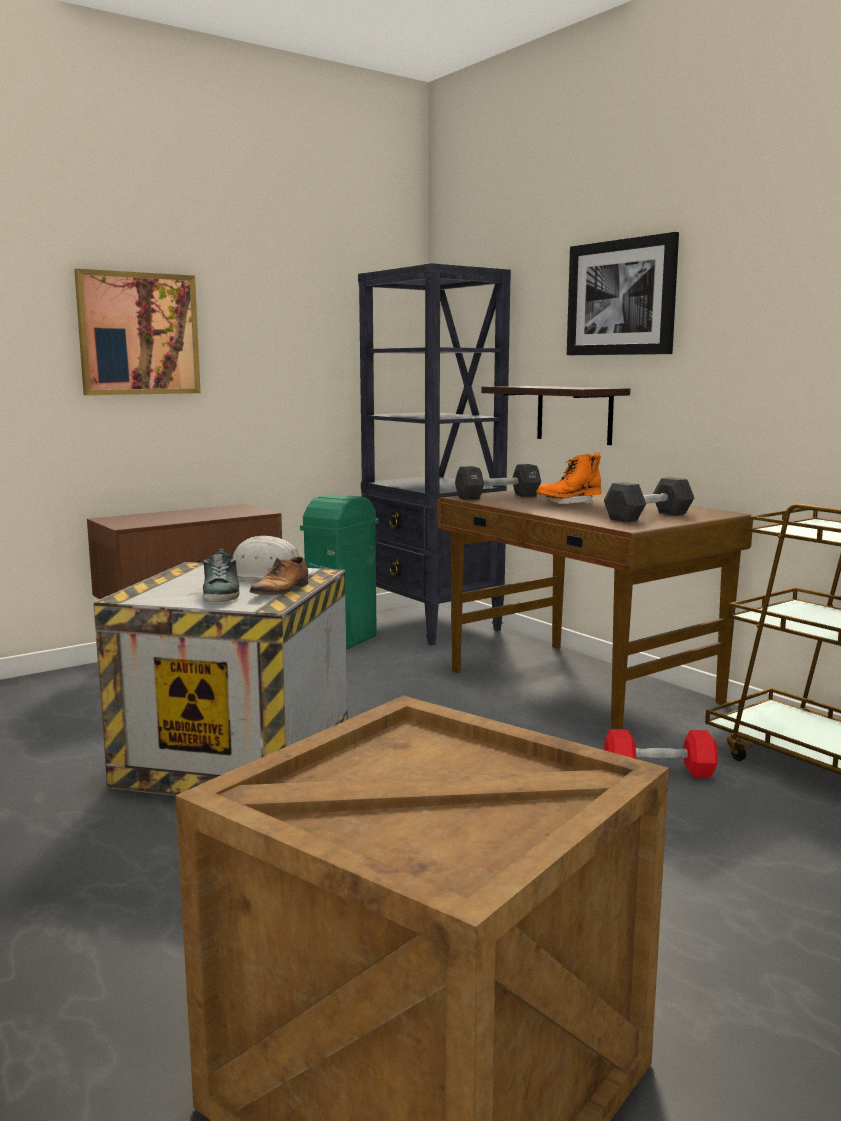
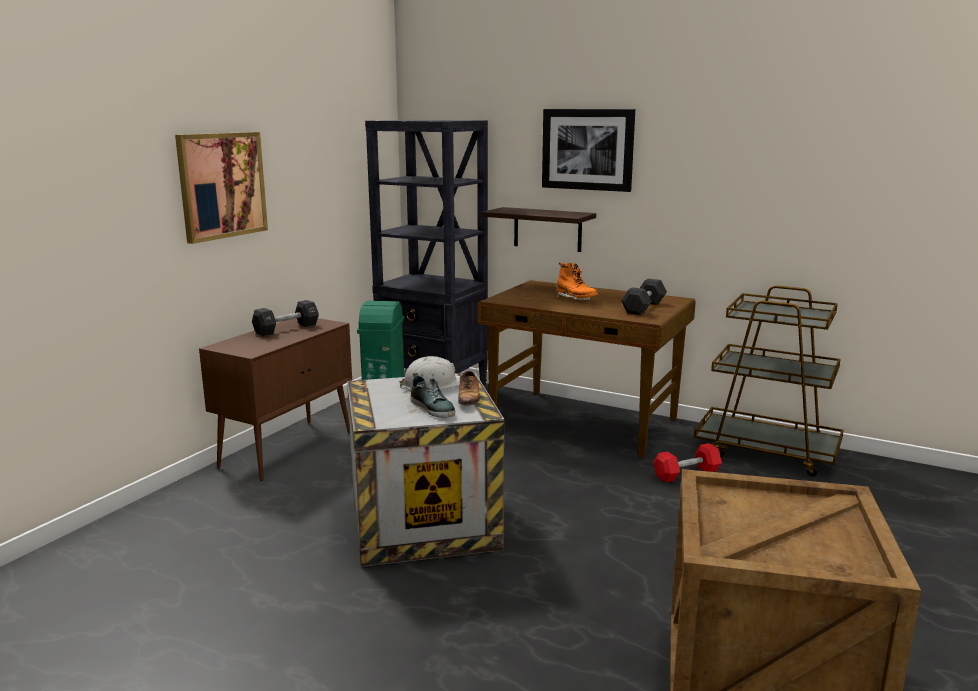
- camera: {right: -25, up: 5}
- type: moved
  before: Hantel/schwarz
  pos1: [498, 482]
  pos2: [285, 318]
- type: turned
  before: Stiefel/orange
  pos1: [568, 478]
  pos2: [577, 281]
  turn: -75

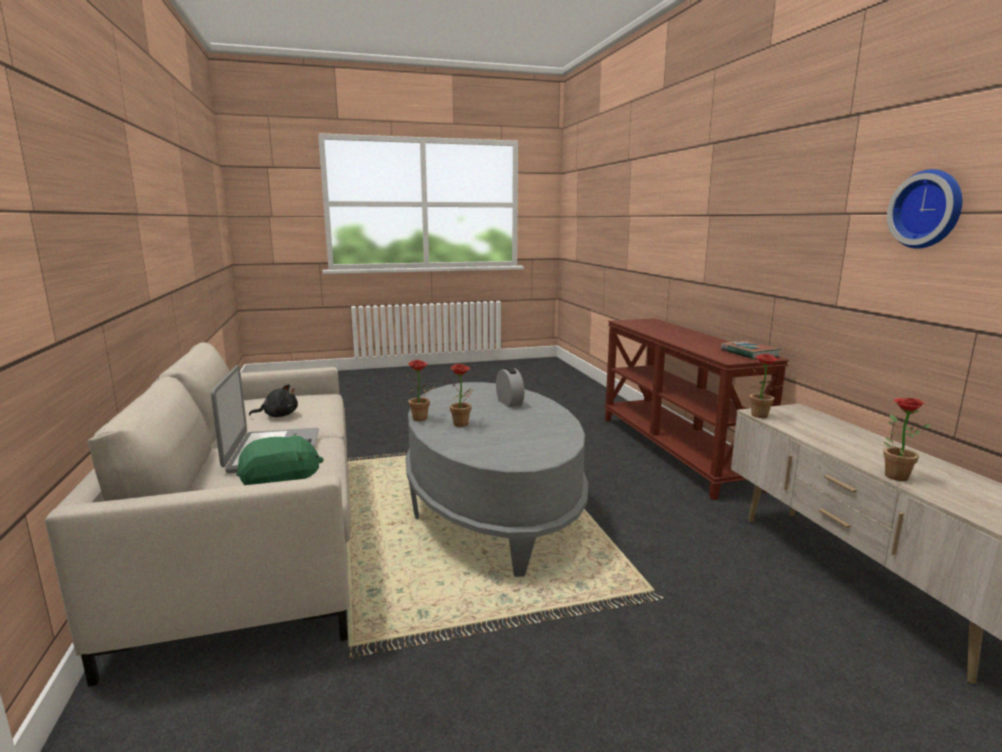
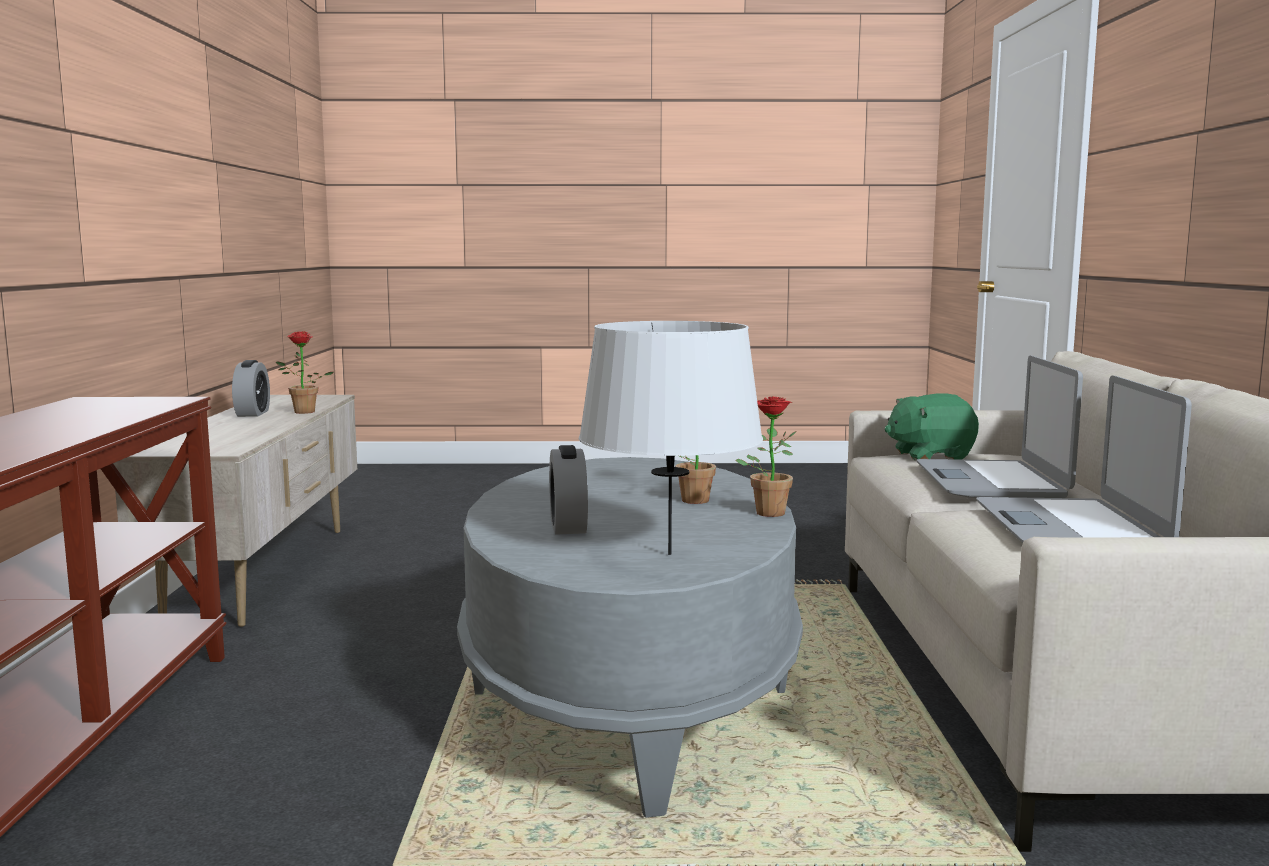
- camera: {right: -165, up: -5}
- type: replaced
  before: Plüschtier/schwarz
  after: Laptop
  pos1: [273, 400]
  pos2: [1084, 459]
- type: removed
  before: Buch
  pos1: [750, 350]
- type: removed
  before: Topfpflanze
  pos1: [766, 386]
- type: removed
  before: Wanduhr
  pos1: [924, 209]
- type: added
  after: Wecker
  pos2: [251, 388]
- type: added
  after: Tischlampe/grau
  pos2: [671, 438]

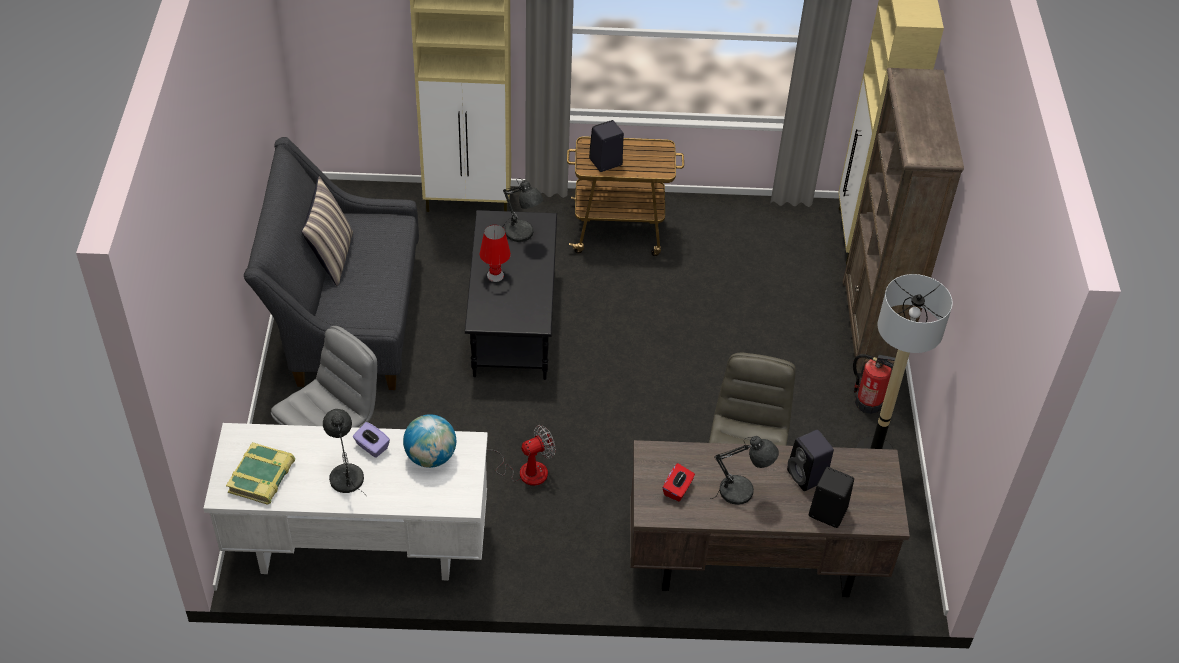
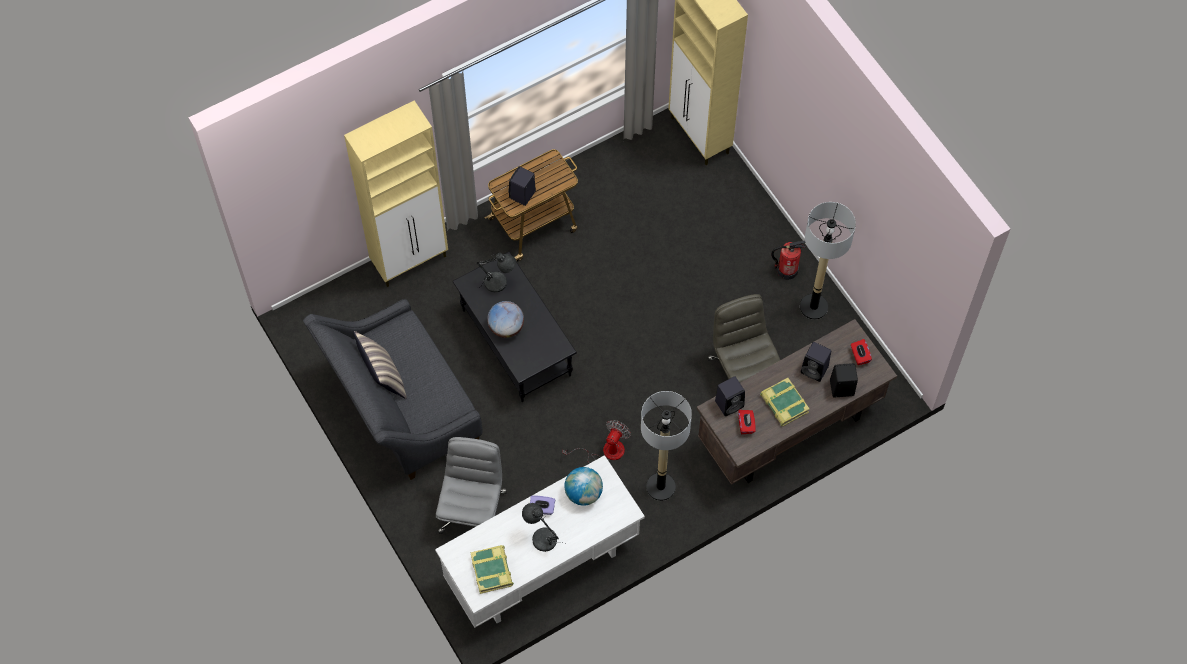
- camera: {right: -30, up: 15}
- type: replaced
  before: Tischlampe/rot
  after: Globus
  pos1: [495, 253]
  pos2: [505, 319]
- type: replaced
  before: Tischlampe/grau
  after: Buch
  pos1: [745, 470]
  pos2: [784, 402]
- type: removed
  before: Bücherregal/braun
  pos1: [903, 220]
- type: added
  after: Stehlampe
  pos2: [666, 446]
- type: added
  after: Lautsprecher/schwarz
  pos2: [730, 396]
- type: added
  after: Taschentuchbox/rot
  pos2: [861, 352]

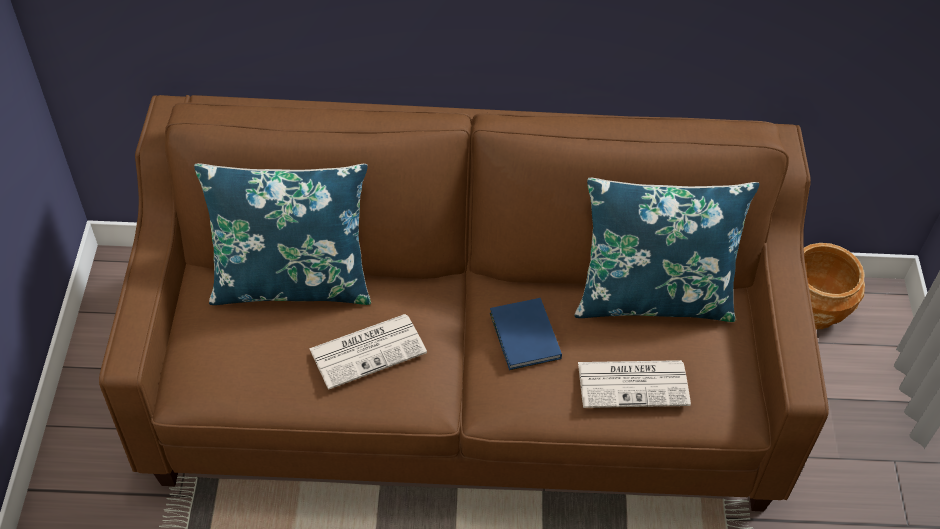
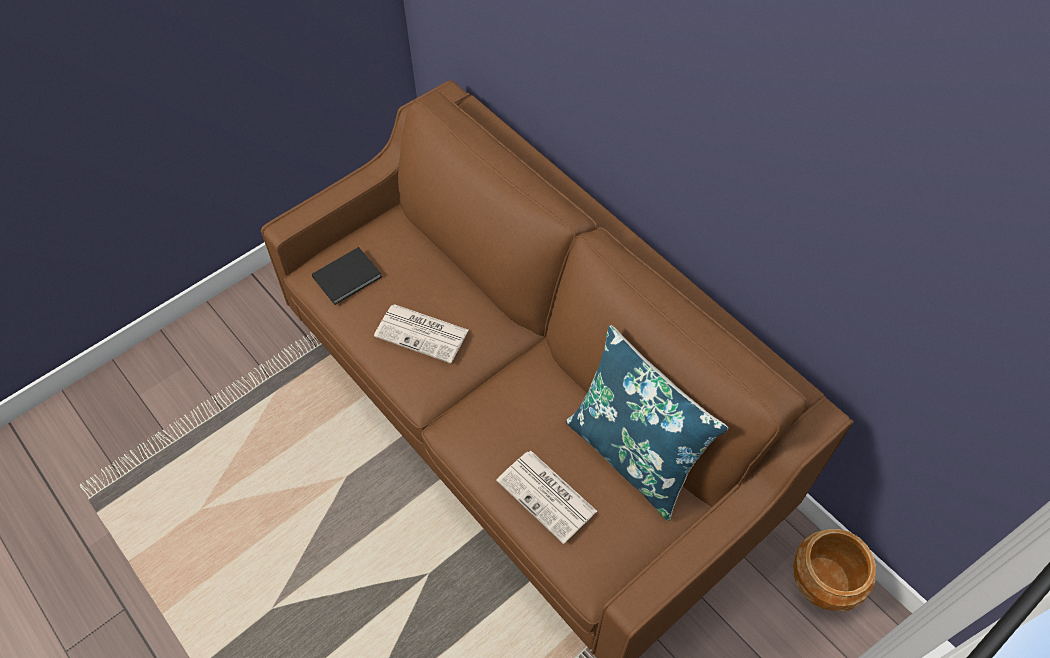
- camera: {right: 50, up: 5}
- type: removed
  before: Kissen/blau
  pos1: [282, 234]
- type: removed
  before: Buch/blau
  pos1: [526, 334]
- type: added
  after: Buch/schwarz
  pos2: [347, 276]

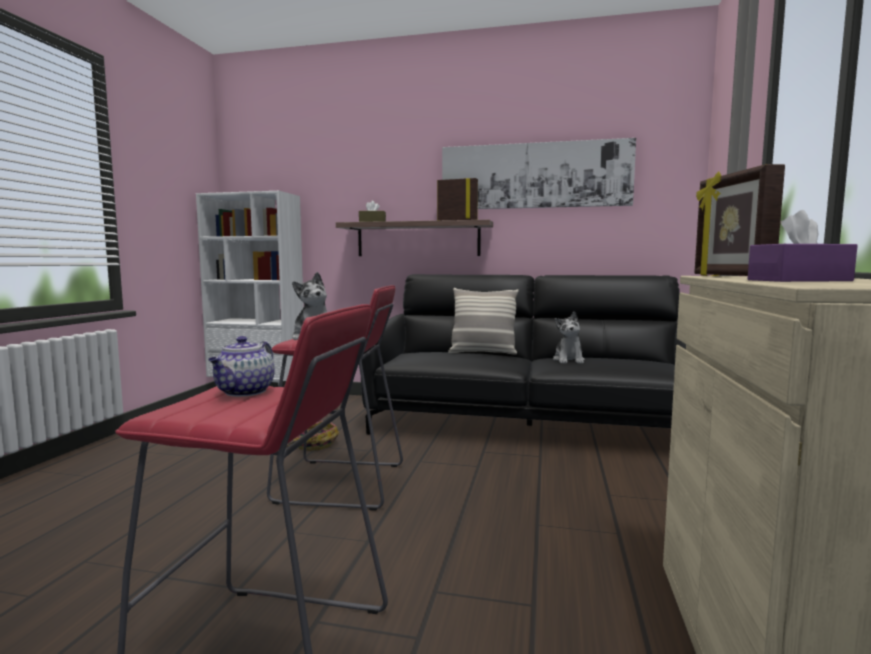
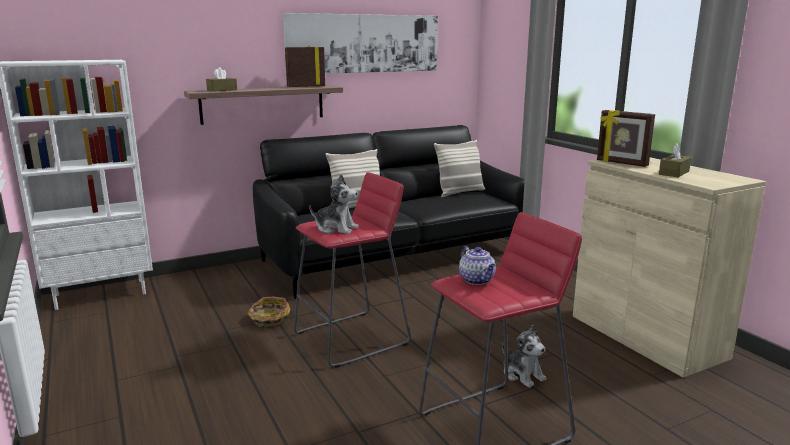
- camera: {right: -40, up: 10}
- type: moved
  before: Plüschtier
  pos1: [569, 337]
  pos2: [524, 356]
- type: recoloured
  before: Taschentuchbox/lila
  after: Taschentuchbox/braun
  pos1: [803, 246]
  pos2: [675, 160]
- type: added
  after: Kissen
  pos2: [459, 168]

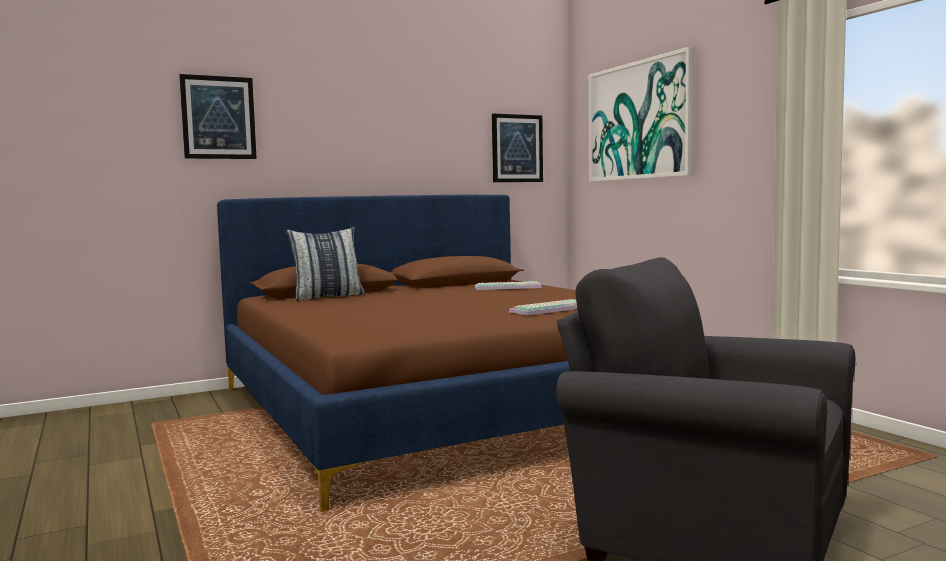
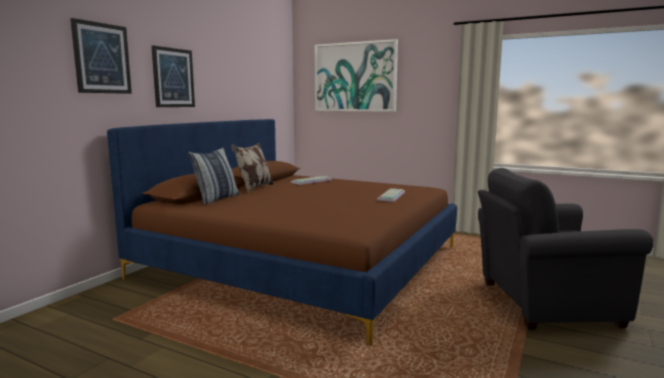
- camera: {right: -35, up: 5}
- type: moved
  before: Bild
  pos1: [517, 148]
  pos2: [173, 76]
- type: added
  after: Kissen
  pos2: [252, 167]

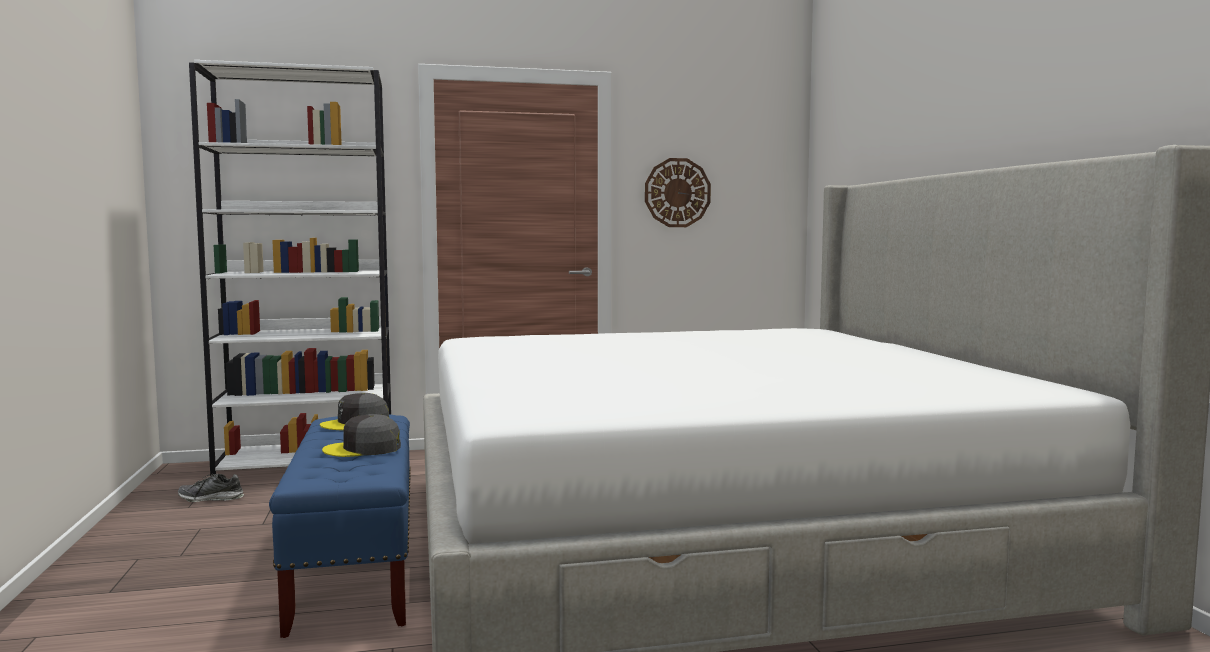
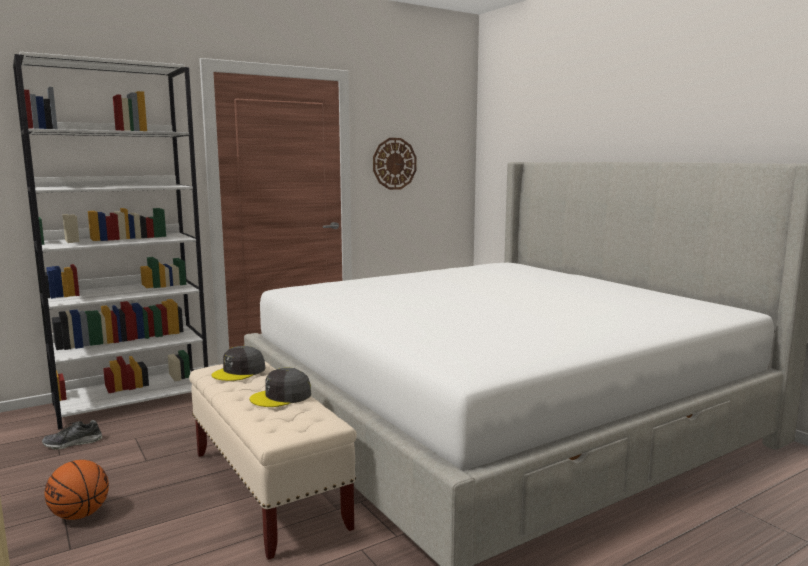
- camera: {right: -20, up: 5}
- type: recoloured
  before: Bank/blau
  after: Bank/beige
  pos1: [340, 526]
  pos2: [273, 460]
- type: added
  after: Basketball
  pos2: [77, 490]

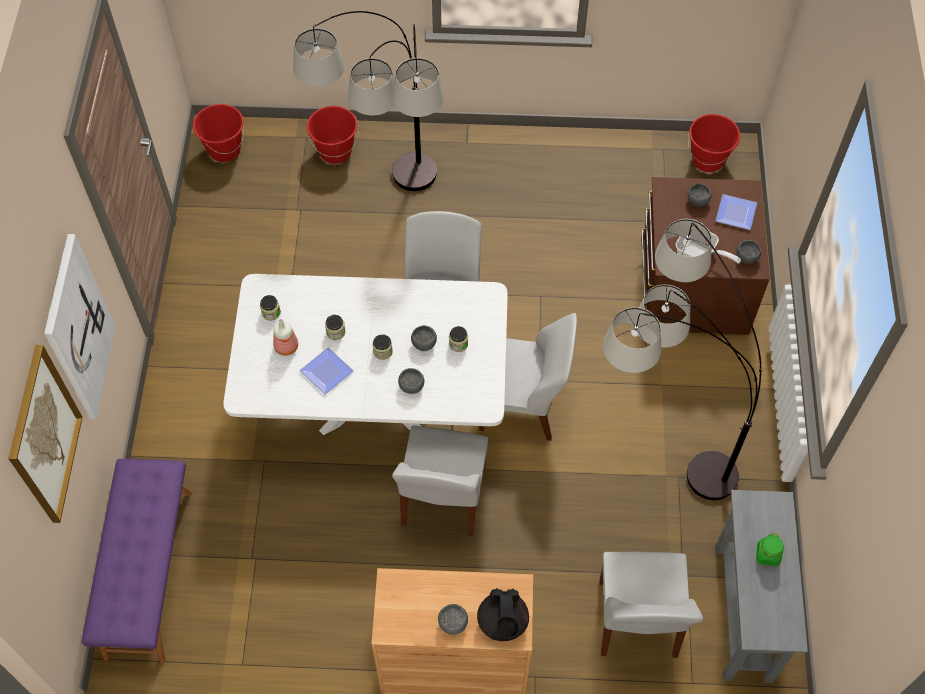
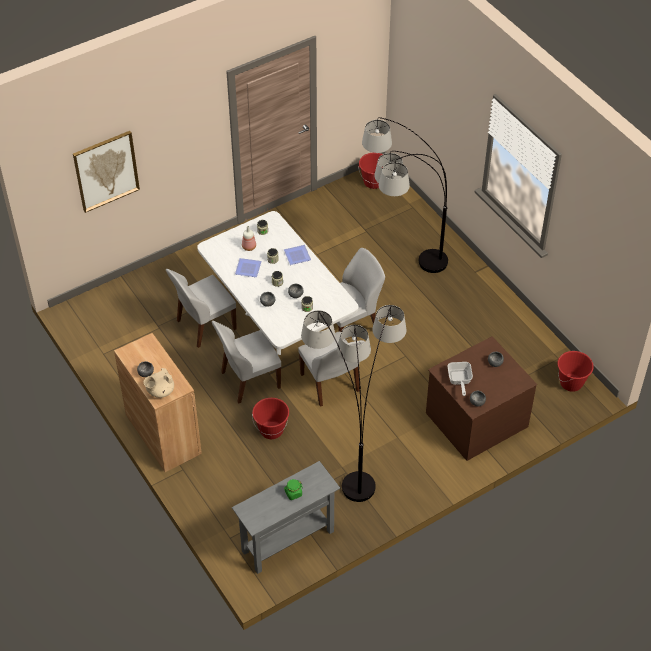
- camera: {right: 55, up: -10}
- type: removed
  before: Bild
  pos1: [80, 326]
- type: removed
  before: Bank/lila
  pos1: [136, 561]
- type: moved
  before: Eimer/rot
  pos1: [333, 135]
  pos2: [270, 418]
- type: recoloured
  before: Teekanne/schwarz
  after: Teekanne/beige
  pos1: [503, 614]
  pos2: [158, 383]
- type: moved
  before: Stuhl/weiß
  pos1: [651, 604]
  pos2: [201, 308]
- type: moved
  before: Teller
  pos1: [736, 212]
  pos2: [297, 255]

